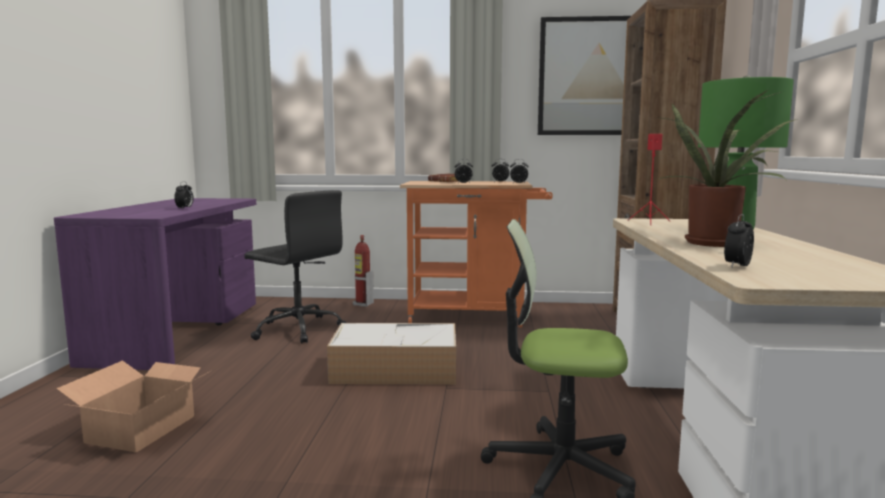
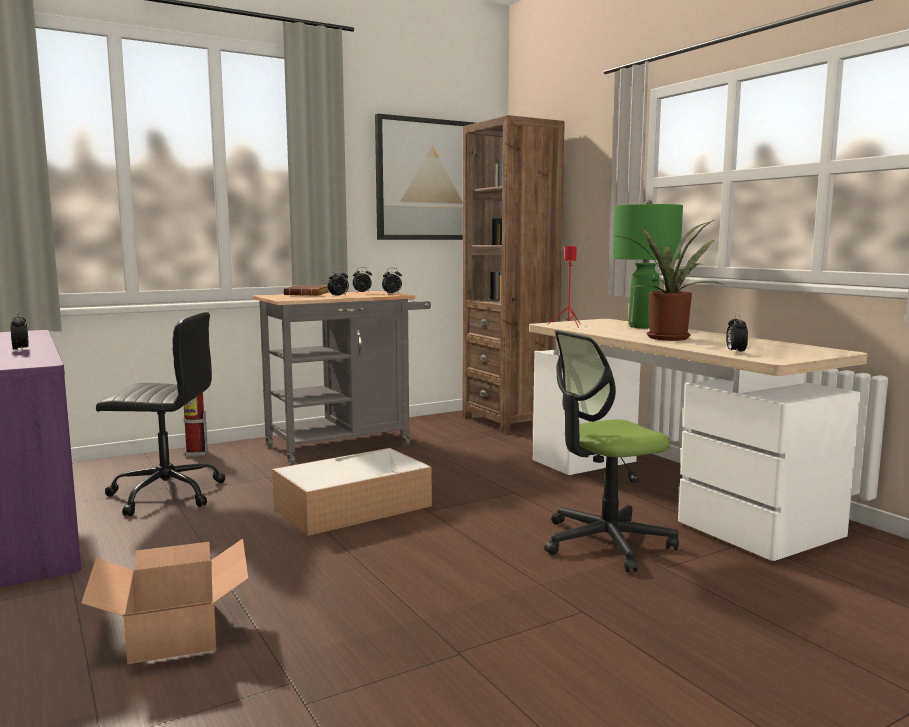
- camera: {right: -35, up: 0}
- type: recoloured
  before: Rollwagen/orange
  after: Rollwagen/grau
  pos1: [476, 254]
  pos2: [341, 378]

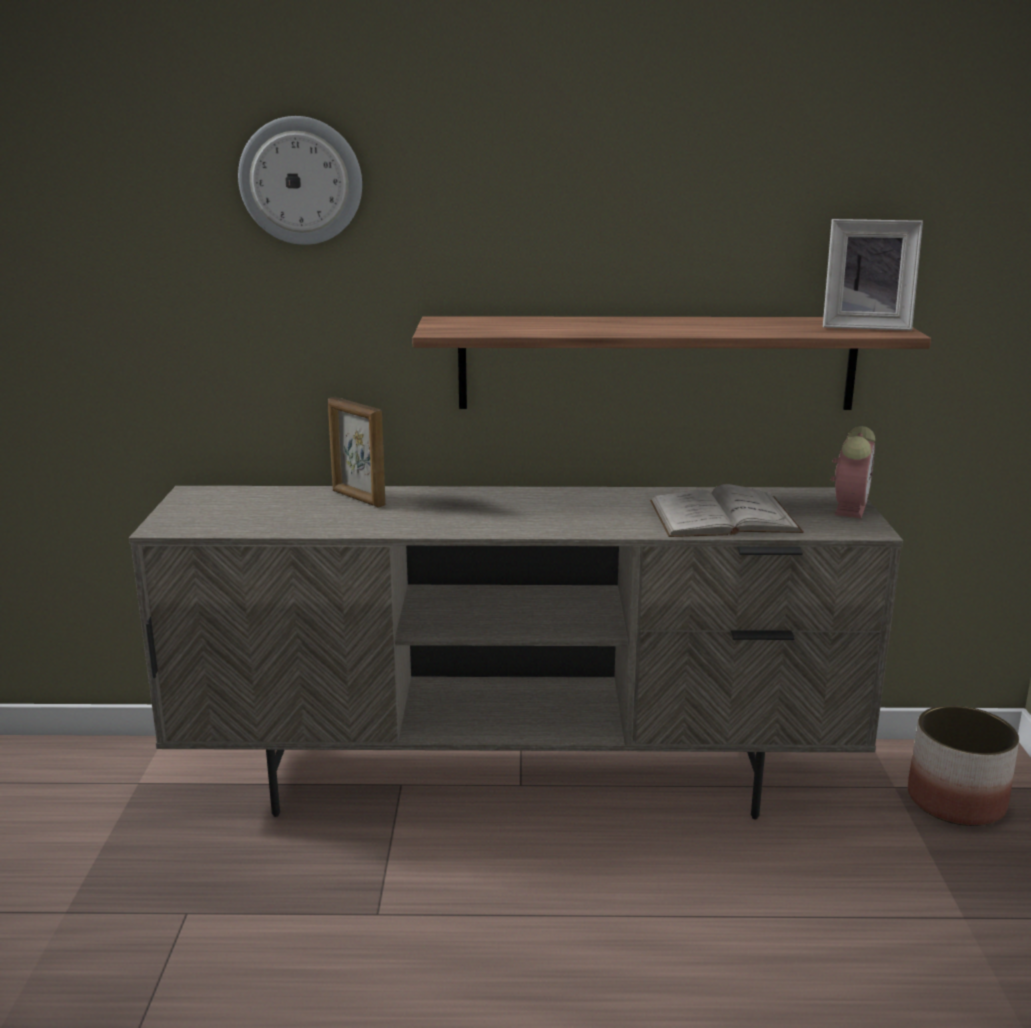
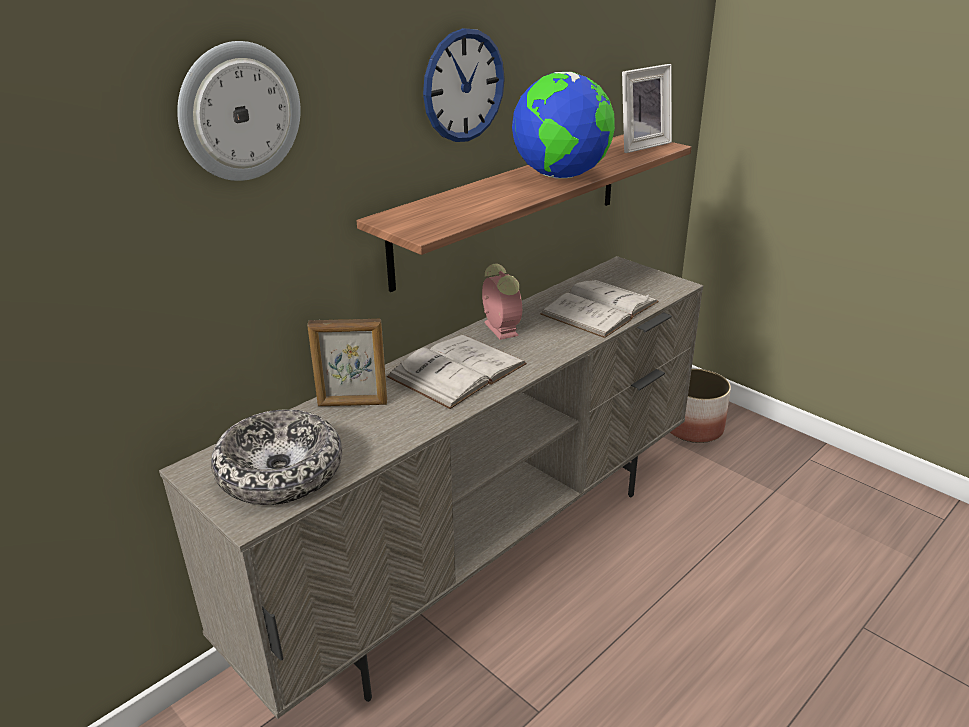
- camera: {right: -45, up: 10}
- type: moved
  before: Wecker
  pos1: [853, 472]
  pos2: [502, 302]
- type: added
  after: Schüssel
  pos2: [276, 457]
- type: added
  after: Buch/weiß
  pos2: [457, 372]
- type: added
  after: Wanduhr
  pos2: [464, 85]
- type: added
  after: Globus
  pos2: [563, 125]

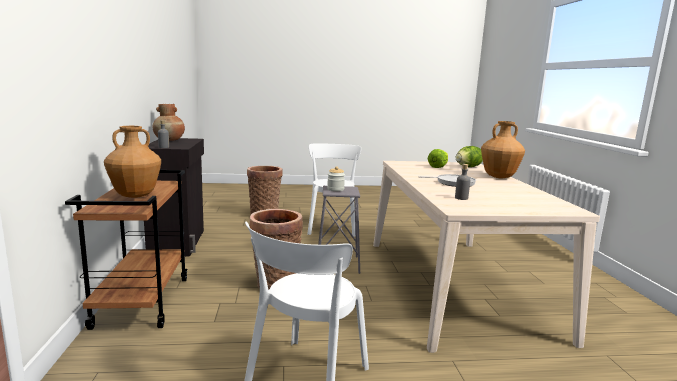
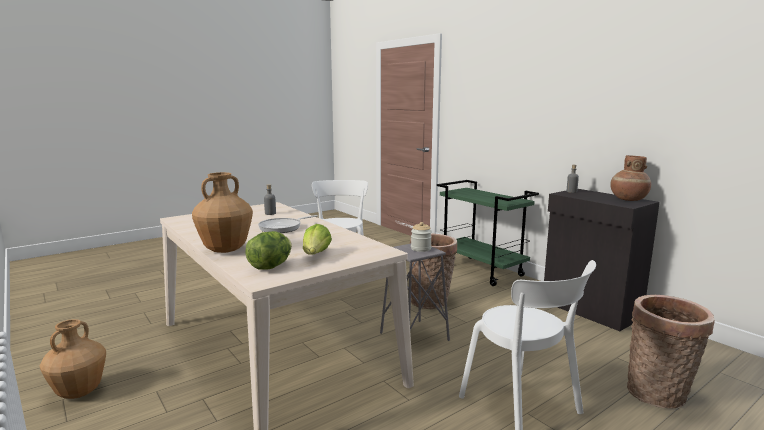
- camera: {right: 150, up: 0}
- type: recoloured
  before: Rollwagen/braun
  after: Rollwagen/grün
  pos1: [126, 250]
  pos2: [488, 233]
- type: moved
  before: Vase/braun
  pos1: [132, 162]
  pos2: [72, 359]

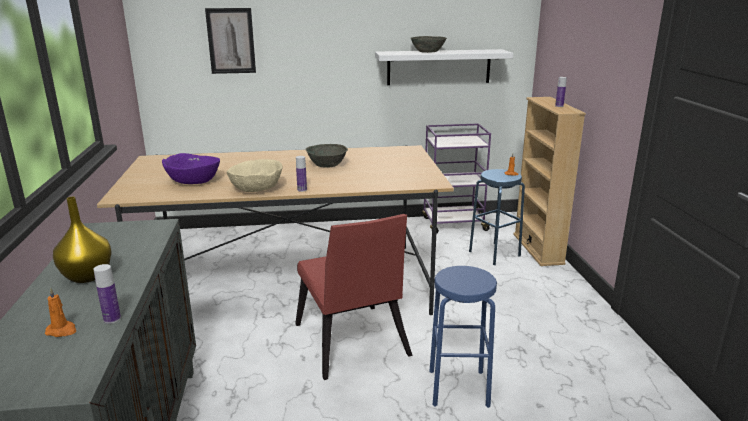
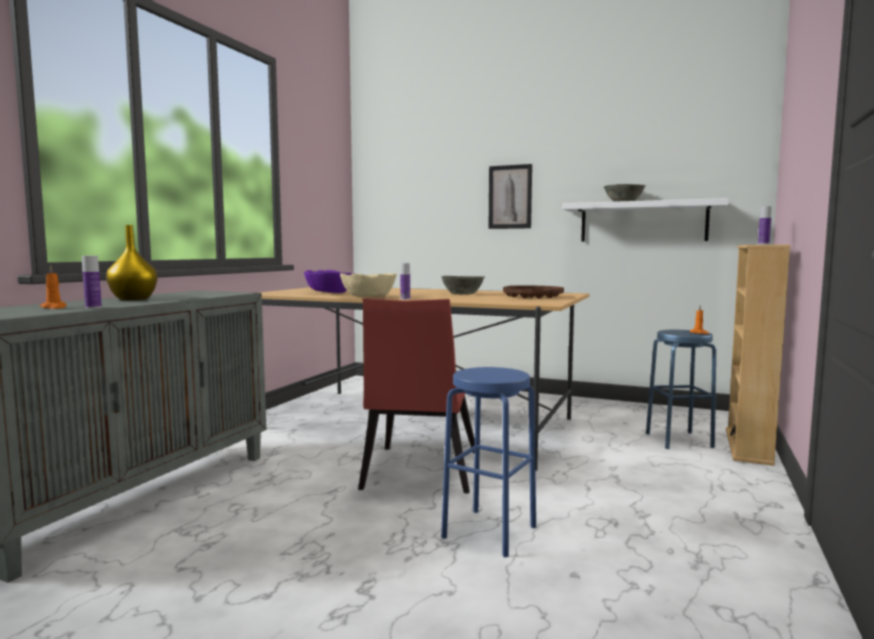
- camera: {right: 30, up: -15}
- type: moved
  before: Bild
  pos1: [230, 41]
  pos2: [510, 196]
- type: removed
  before: Rollwagen/lila
  pos1: [457, 178]
- type: added
  after: Tablett/braun
  pos2: [533, 291]

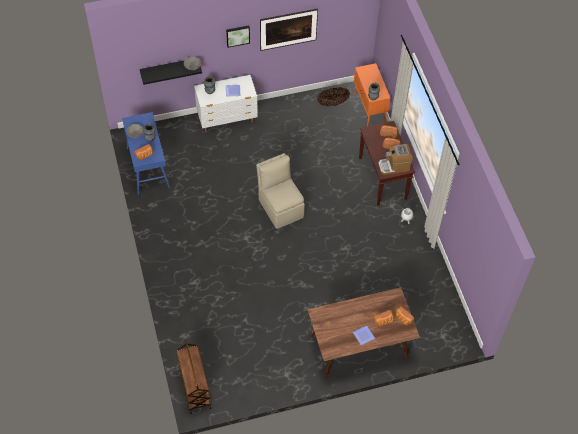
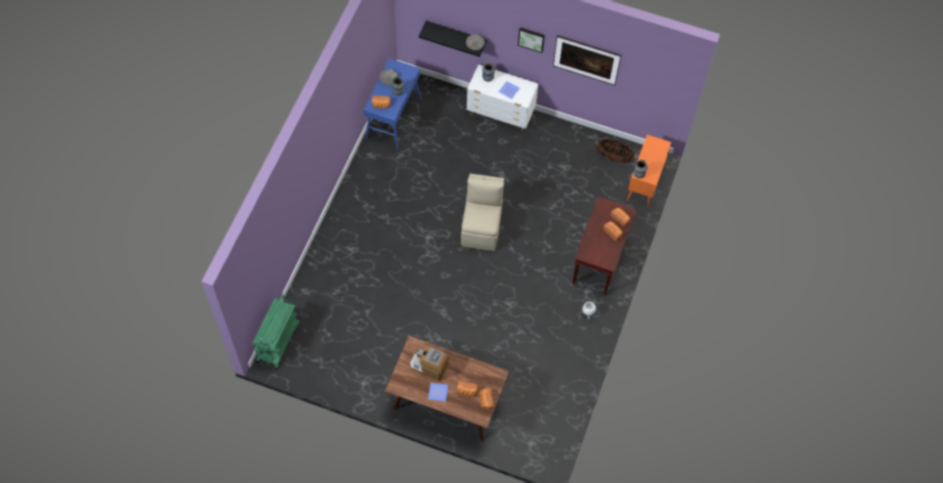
- camera: {right: 35, up: 5}
- type: recoloured
  before: Rollwagen/braun
  after: Rollwagen/grün
  pos1: [194, 377]
  pos2: [275, 331]
- type: moved
  before: Kaffeemaschine
  pos1: [395, 159]
  pos2: [429, 363]

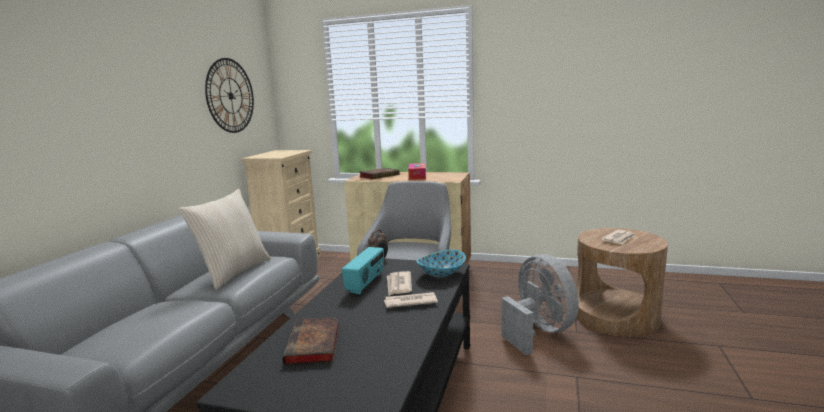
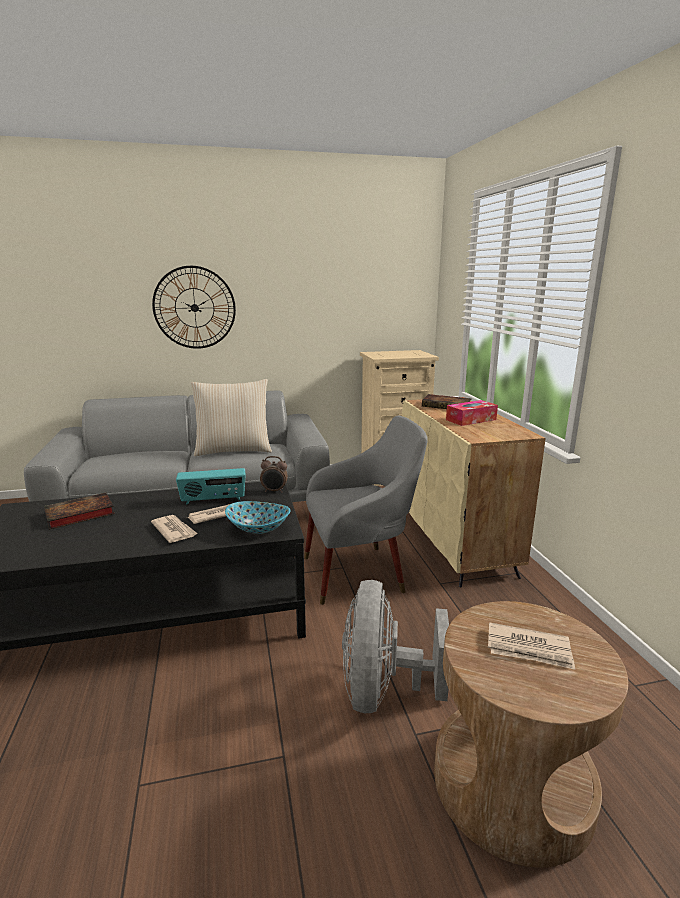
- camera: {right: 60, up: 5}
- type: moved
  before: Wanduhr
  pos1: [229, 95]
  pos2: [194, 307]
- type: turned
  before: Ventilator/grau
  pos1: [540, 304]
  pos2: [395, 646]
  turn: 150

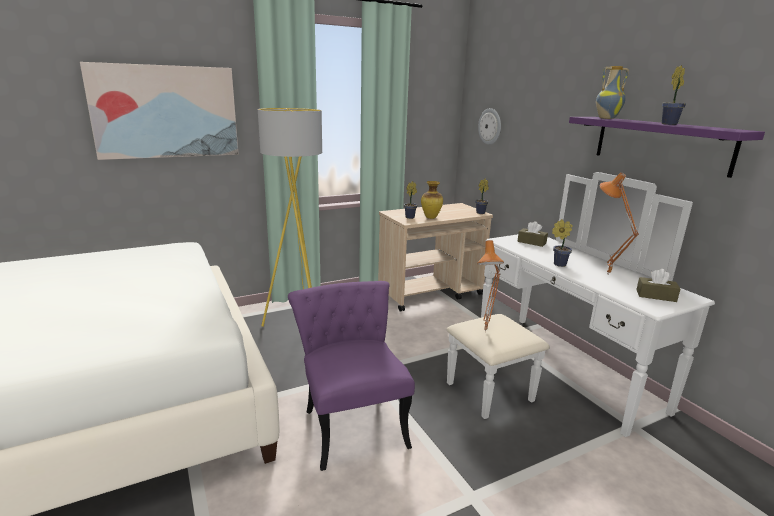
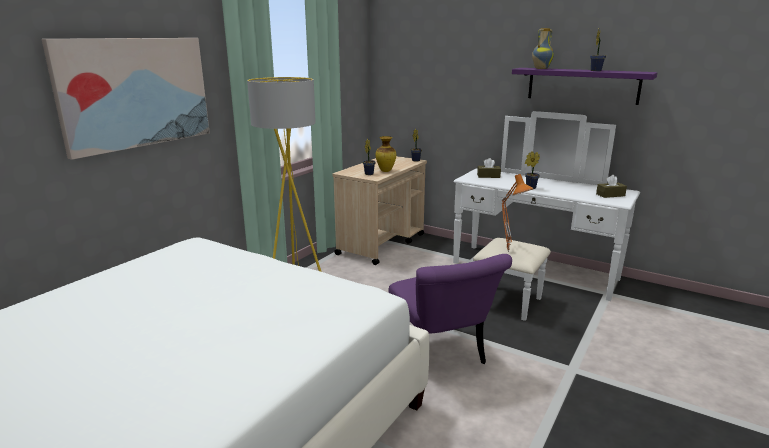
- camera: {right: -30, up: 0}
- type: turned
  before: Stuhl/lila
  pos1: [351, 376]
  pos2: [450, 309]
  turn: -150
- type: removed
  before: Wanduhr
  pos1: [489, 126]
- type: removed
  before: Tischlampe/orange
  pos1: [619, 223]

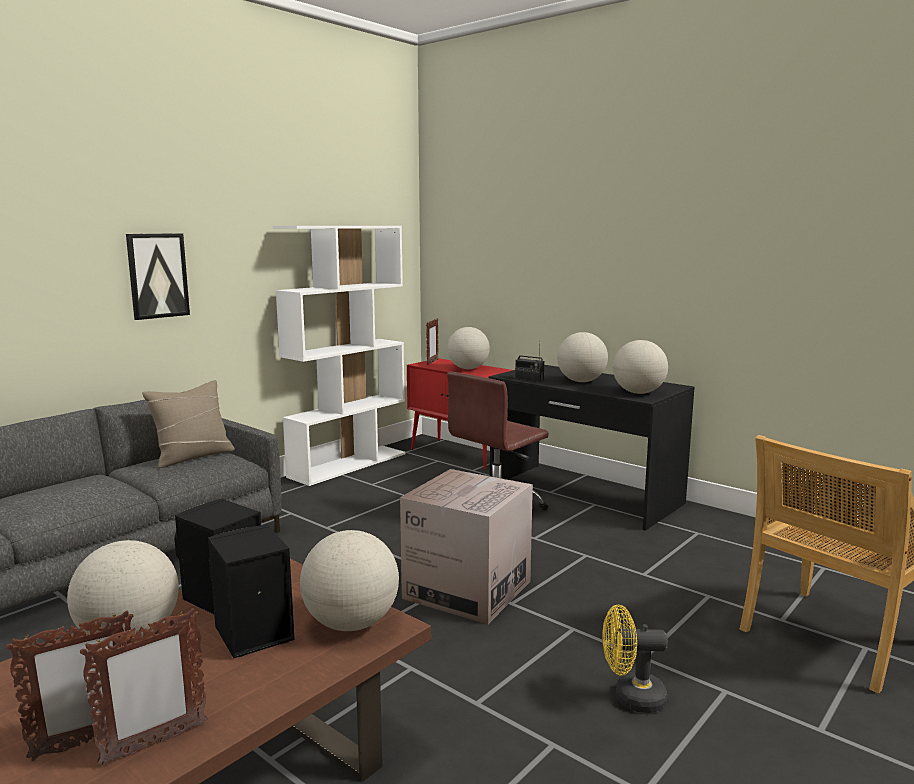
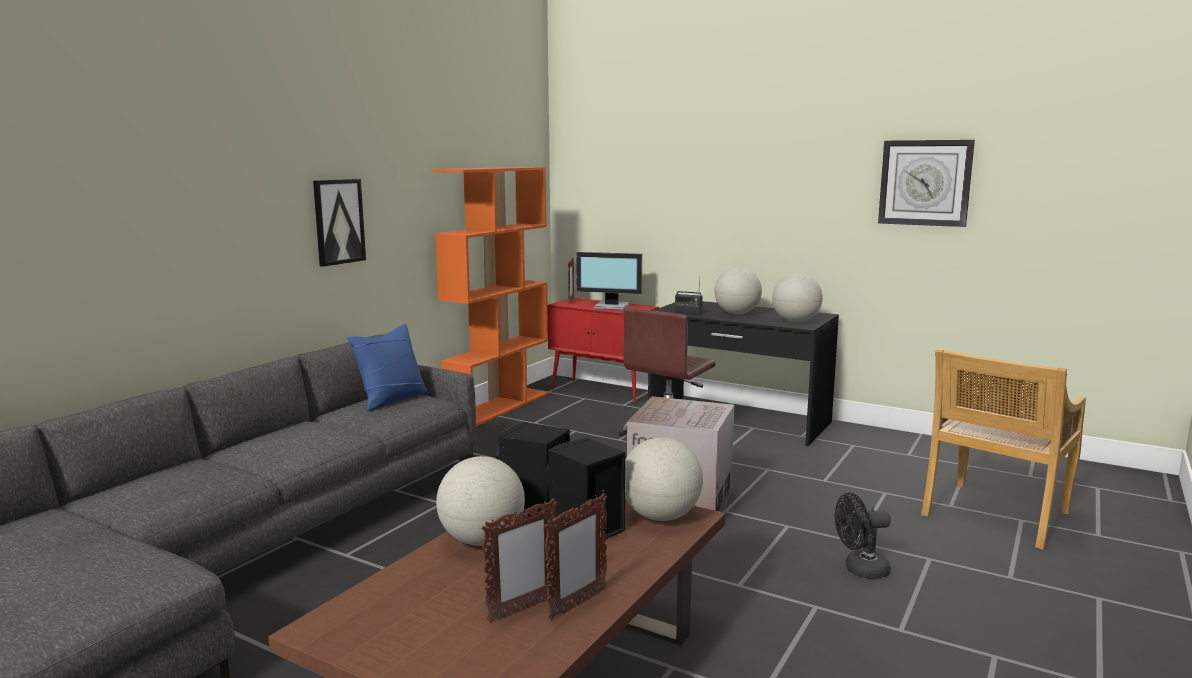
- camera: {right: -10, up: 0}
- type: recoloured
  before: Kissen/beige
  after: Kissen/blau
  pos1: [188, 424]
  pos2: [387, 367]
- type: recoloured
  before: Bücherregal/weiß
  after: Bücherregal/orange
  pos1: [339, 356]
  pos2: [490, 296]
- type: replaced
  before: Globus
  after: Monitor
  pos1: [468, 348]
  pos2: [609, 281]
- type: recoloured
  before: Ventilator/gelb
  after: Ventilator/schwarz
  pos1: [635, 659]
  pos2: [863, 536]
- type: added
  after: Wanduhr
  pos2: [926, 183]

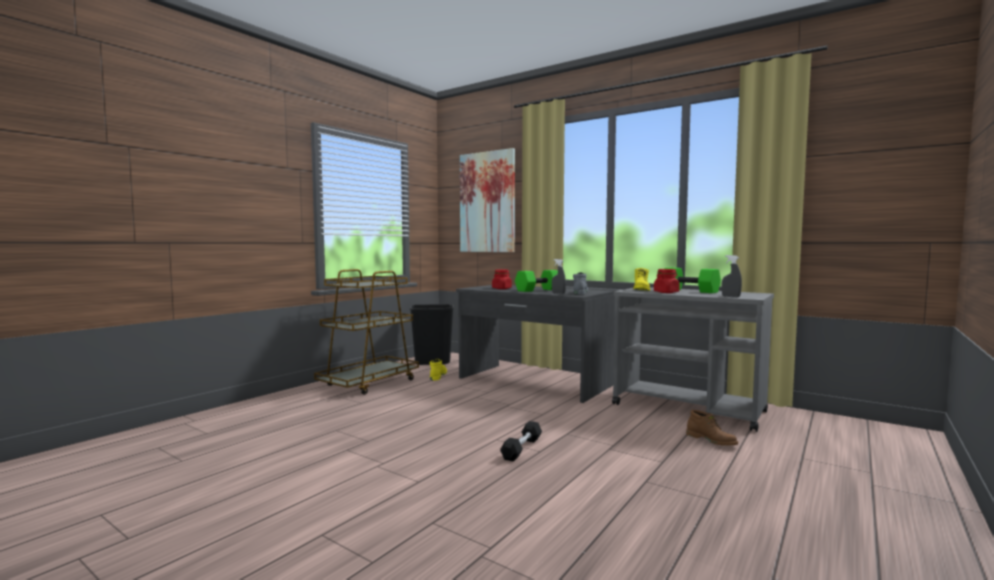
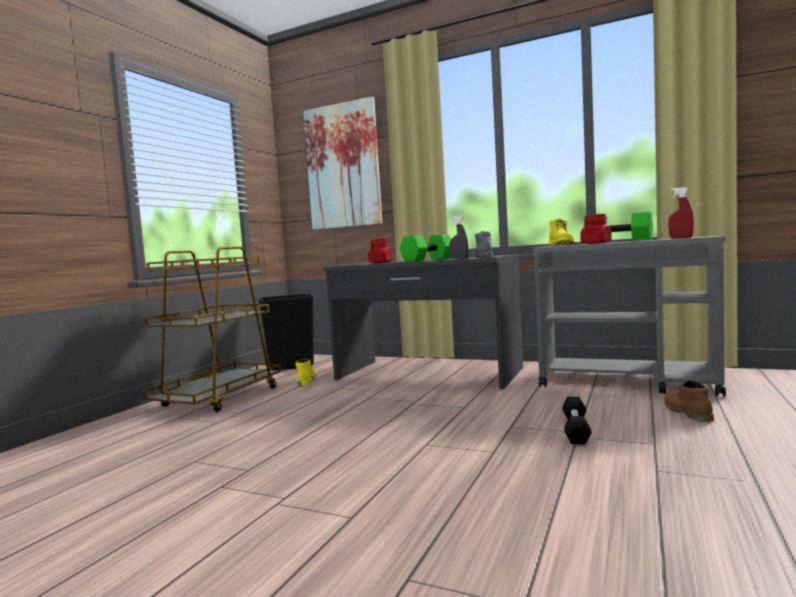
- camera: {right: -10, up: 0}
- type: moved
  before: Hantel/schwarz
  pos1: [521, 441]
  pos2: [577, 420]
- type: turned
  before: Stiefel/braun
  pos1: [712, 428]
  pos2: [689, 401]
  turn: -135
- type: recoloured
  before: Sprühflasche/grau
  after: Sprühflasche/rot
  pos1: [732, 276]
  pos2: [681, 213]

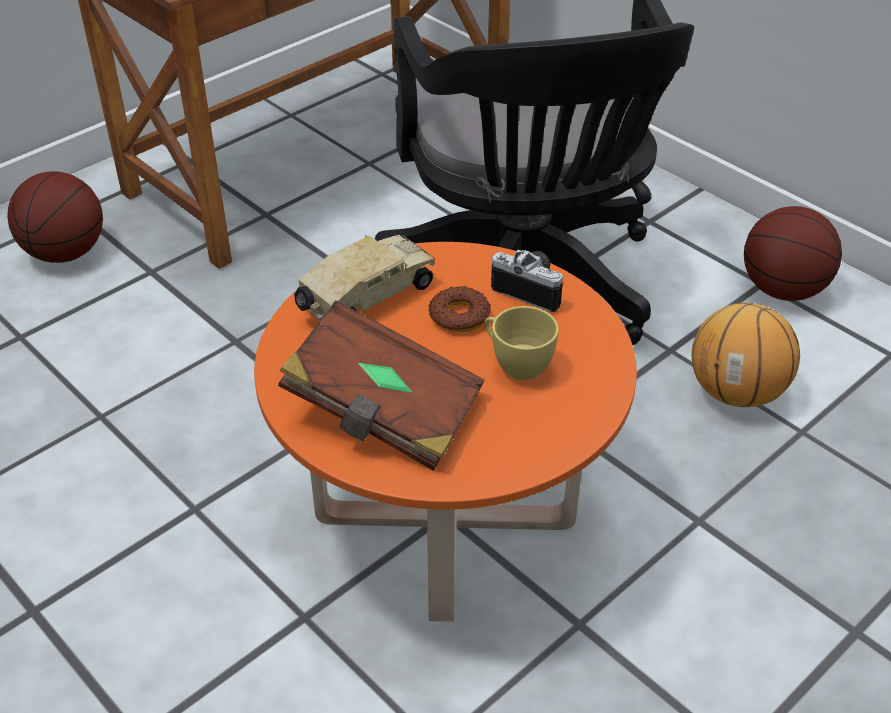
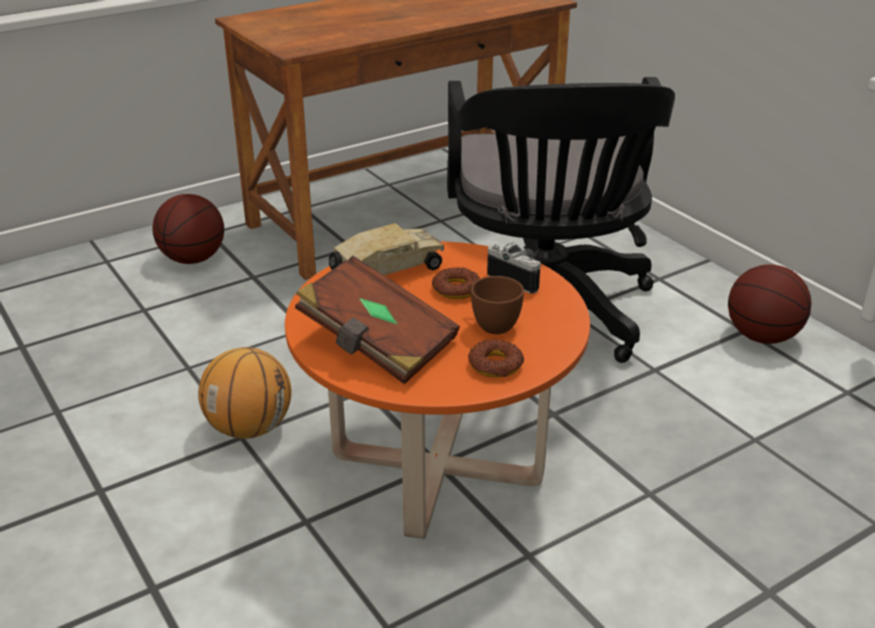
- camera: {right: 10, up: -10}
- type: recoloured
  before: Tasse/gelb
  after: Tasse/braun
  pos1: [522, 343]
  pos2: [496, 305]
- type: moved
  before: Basketball
  pos1: [746, 355]
  pos2: [244, 393]
- type: added
  after: Donut
  pos2: [496, 359]

